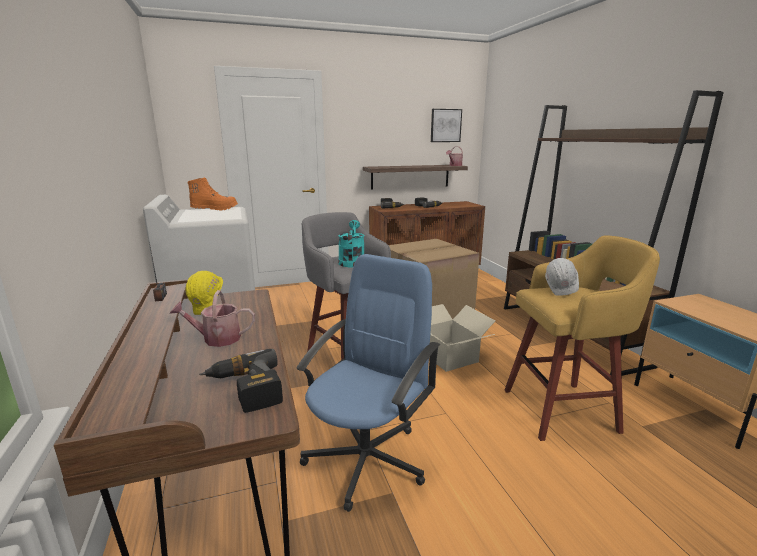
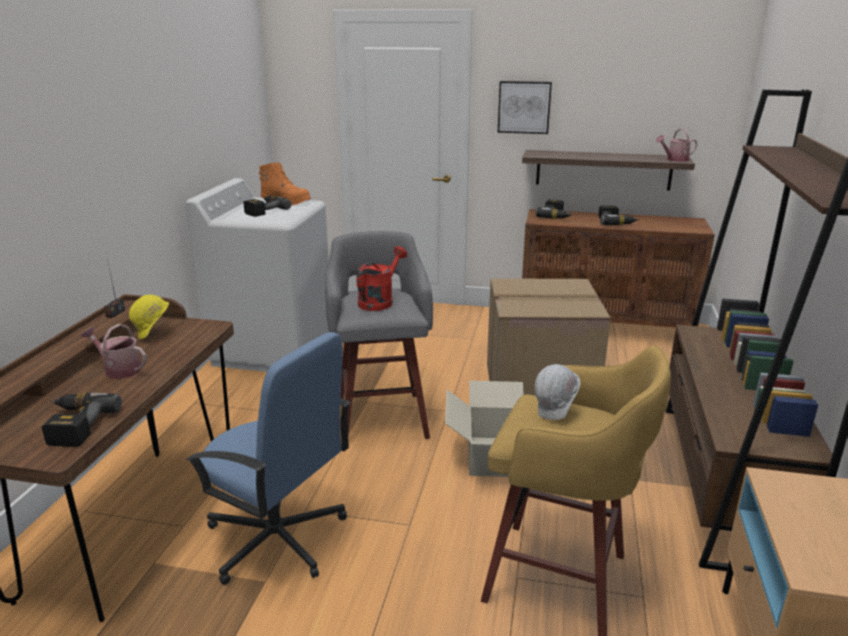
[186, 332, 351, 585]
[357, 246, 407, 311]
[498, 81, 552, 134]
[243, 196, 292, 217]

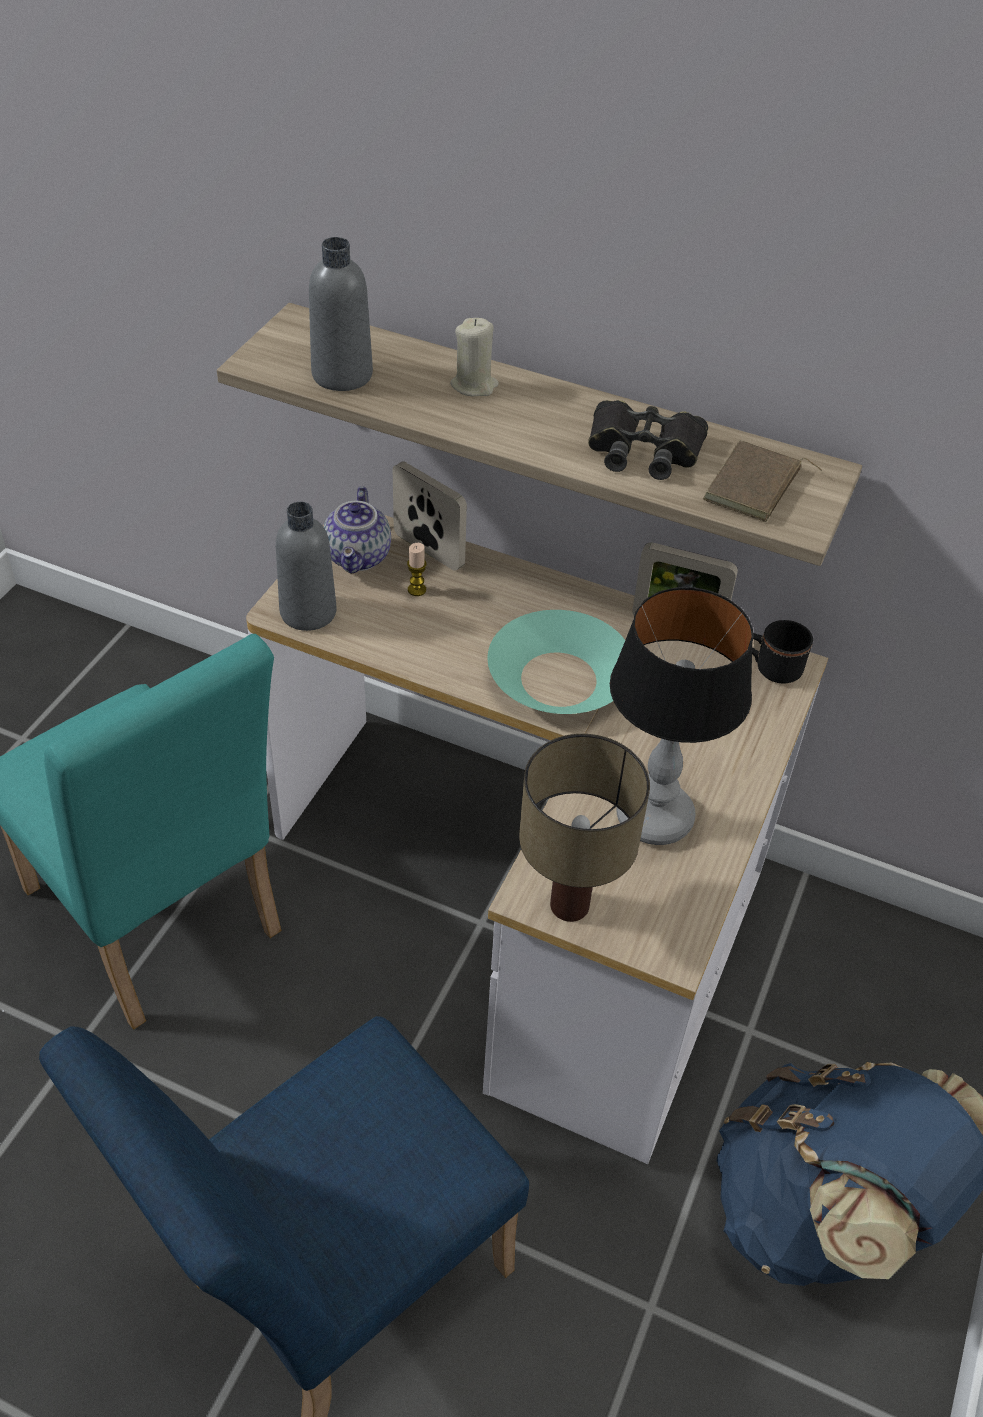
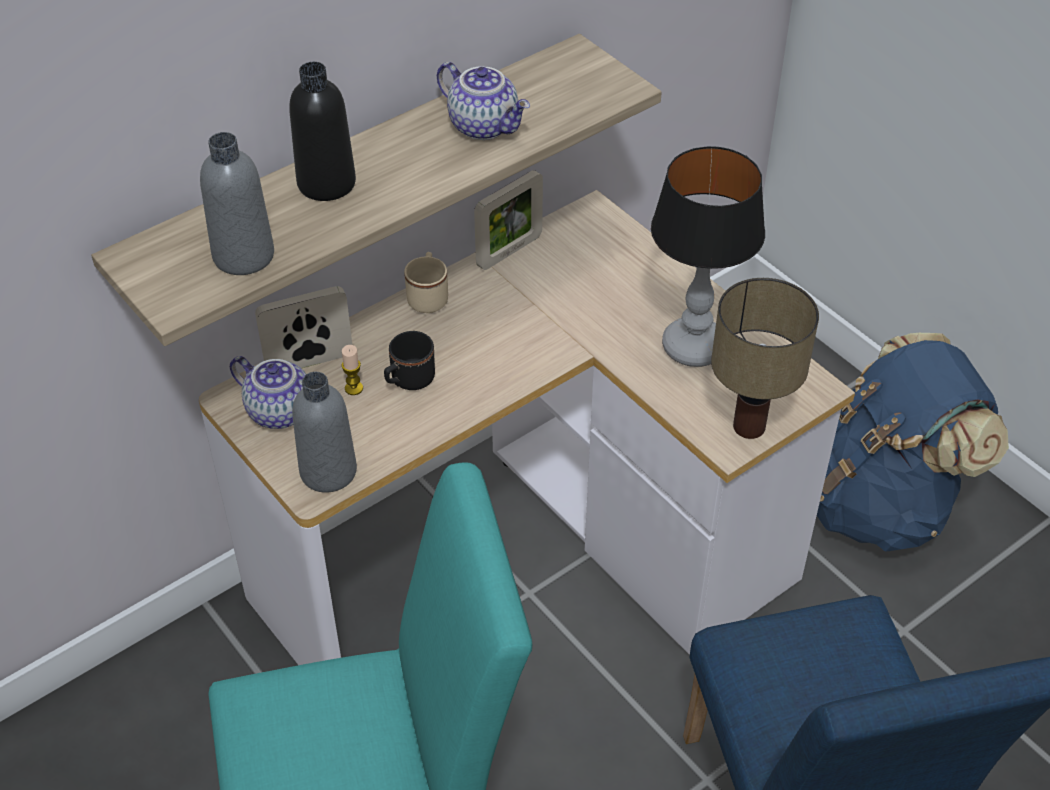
[289, 62, 356, 201]
[488, 610, 625, 714] (first image)
[437, 62, 530, 140]
[703, 440, 822, 522] (first image)
[384, 331, 435, 390]
[404, 252, 448, 313]

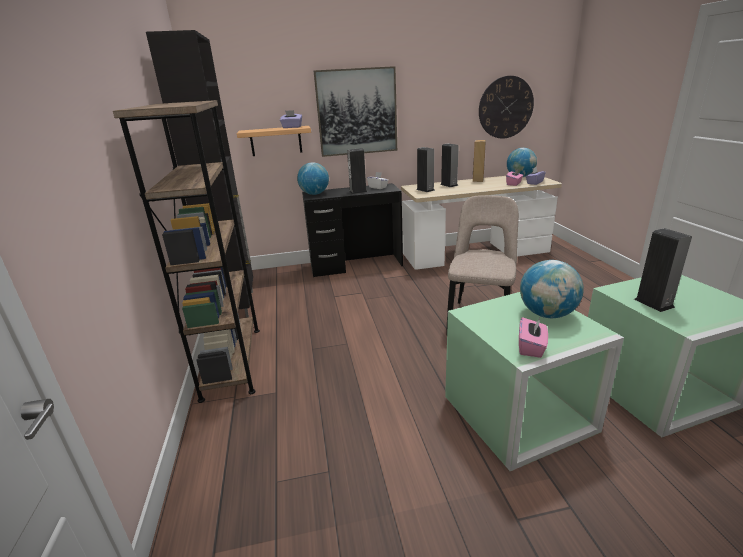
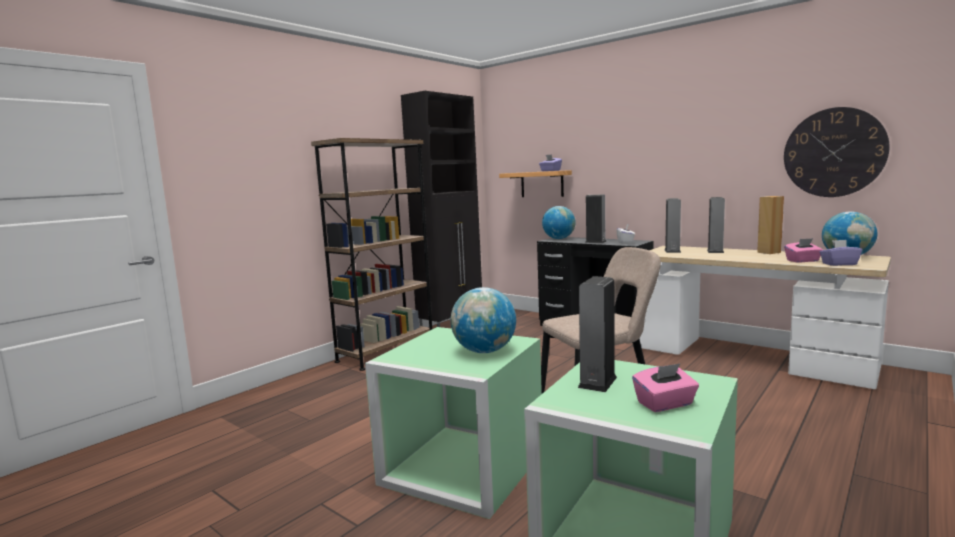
[314, 66, 397, 157] (first image)
[632, 364, 699, 412]

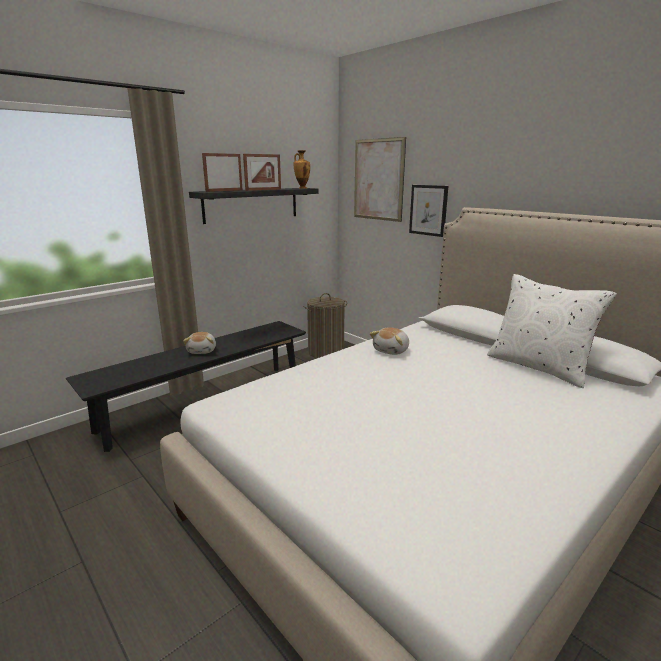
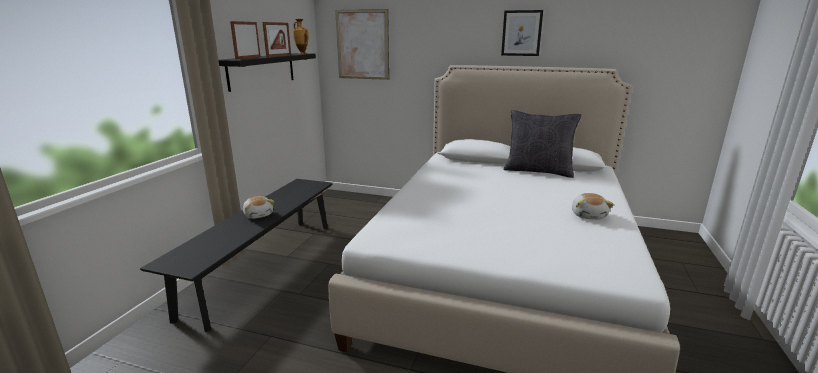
[304, 293, 347, 358] (first image)
[572, 193, 614, 219]
[501, 10, 543, 56]
[504, 110, 581, 178]

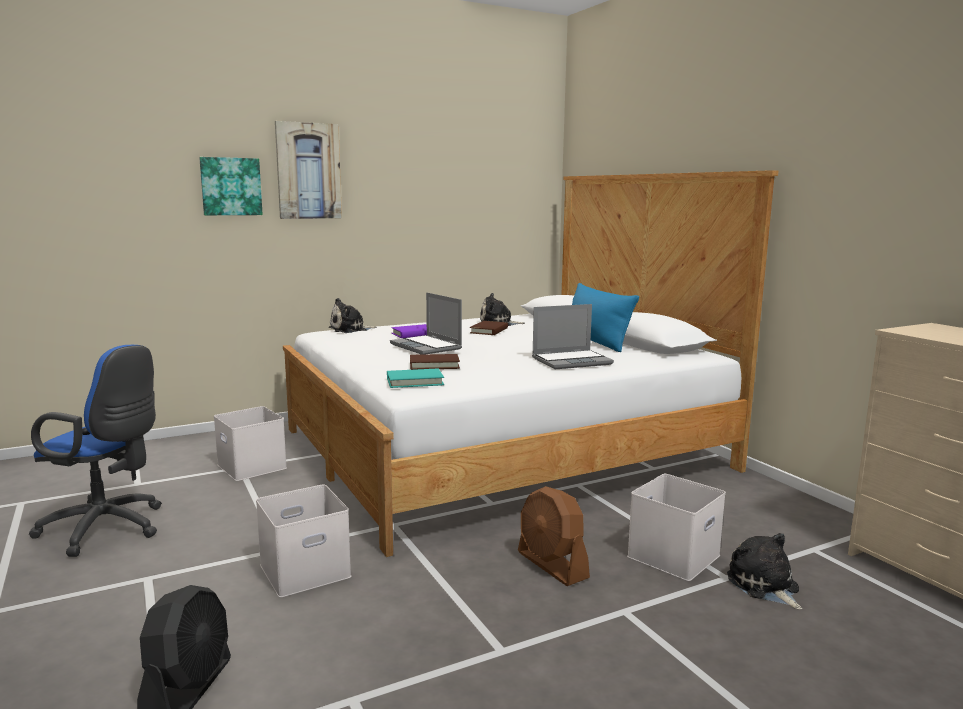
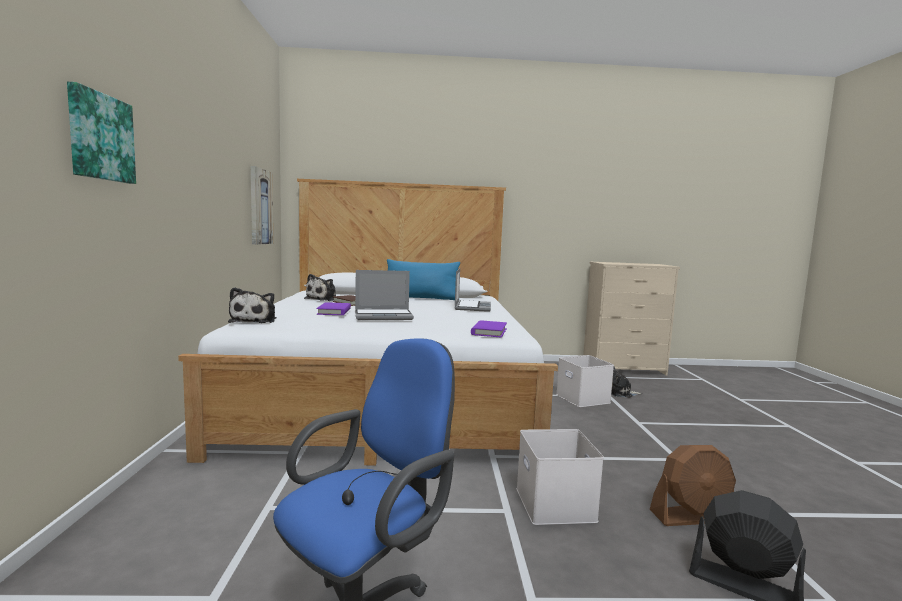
[214, 406, 287, 481] (first image)
[251, 166, 273, 245]
[471, 320, 507, 338]
[410, 354, 460, 370] (first image)
[650, 445, 736, 526]

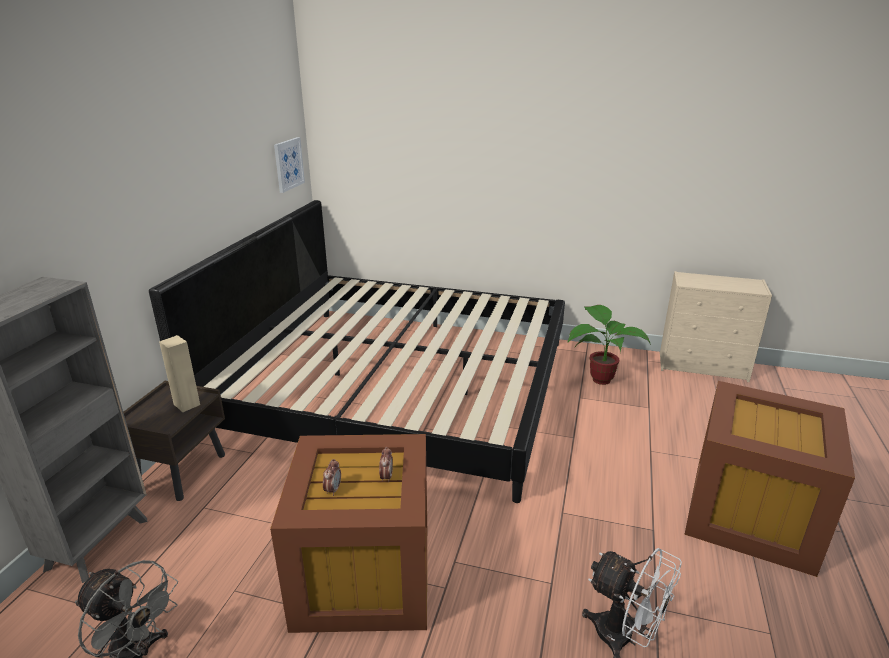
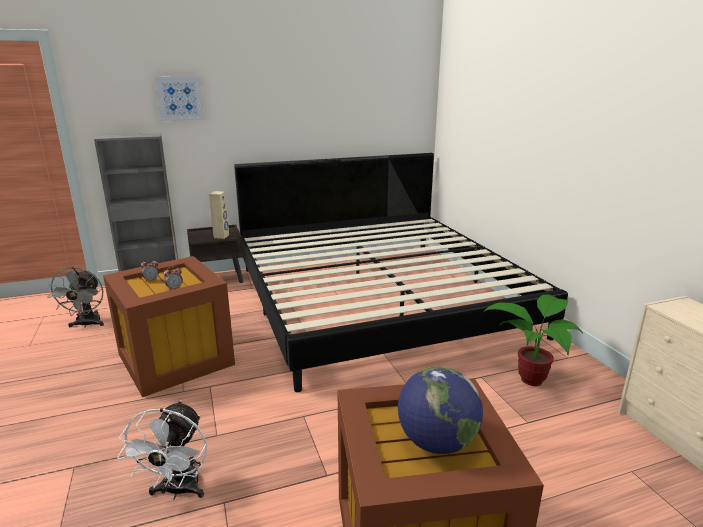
[155, 76, 204, 121]
[398, 366, 483, 454]

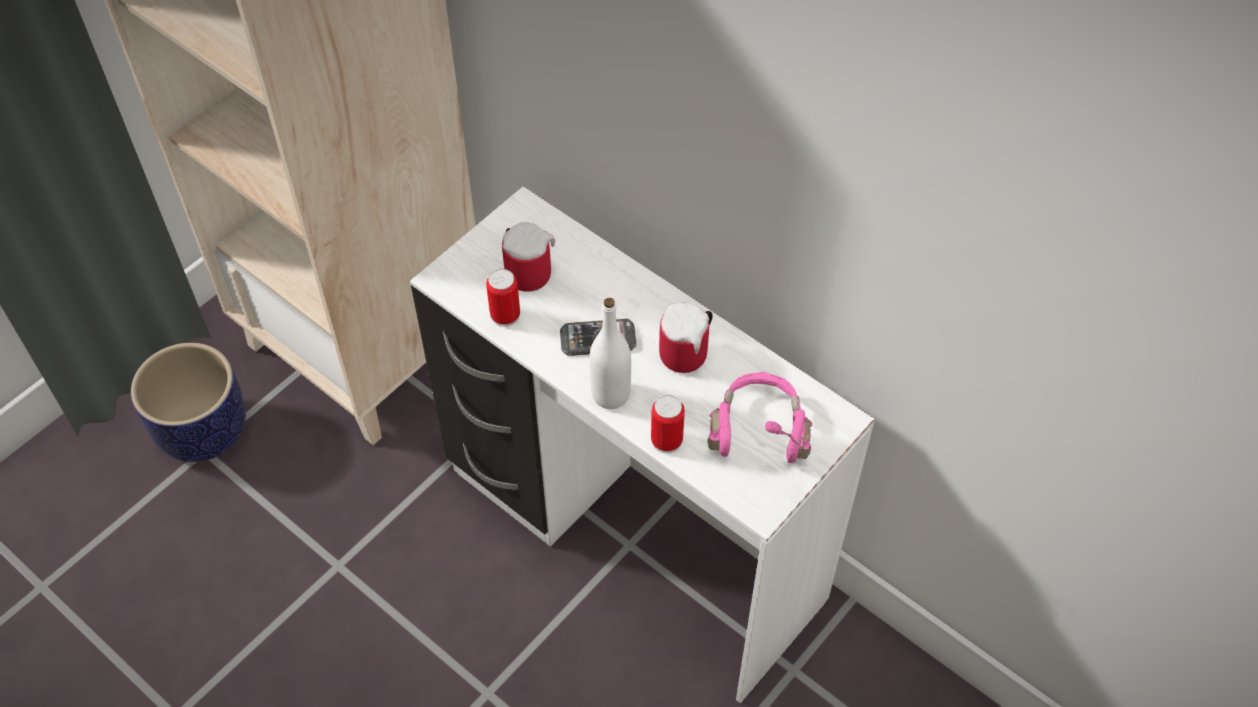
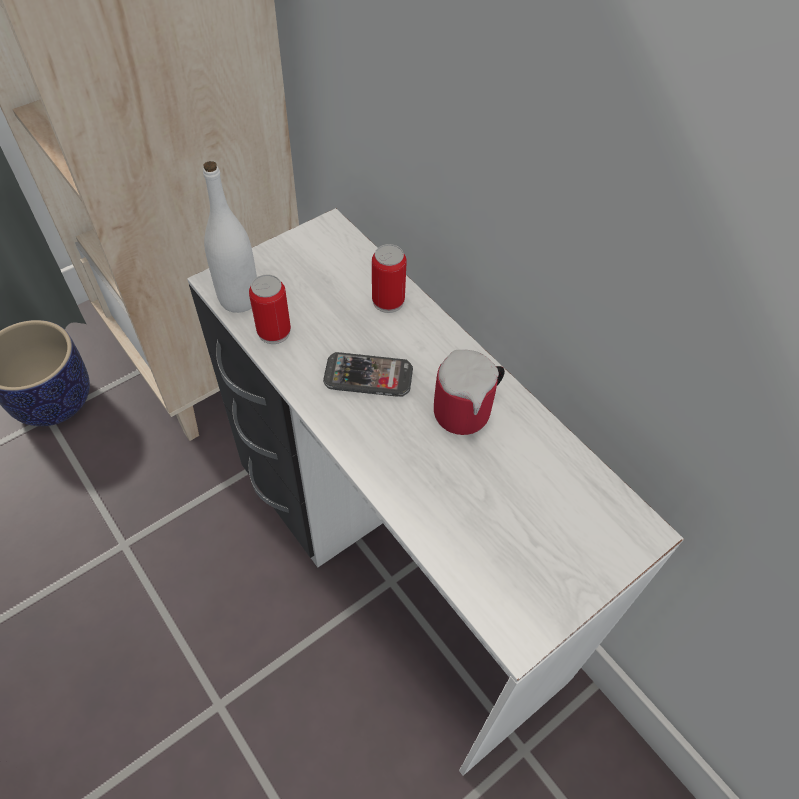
[502, 222, 555, 292] (first image)
[203, 161, 257, 313]
[372, 244, 407, 313]
[708, 372, 813, 463] (first image)

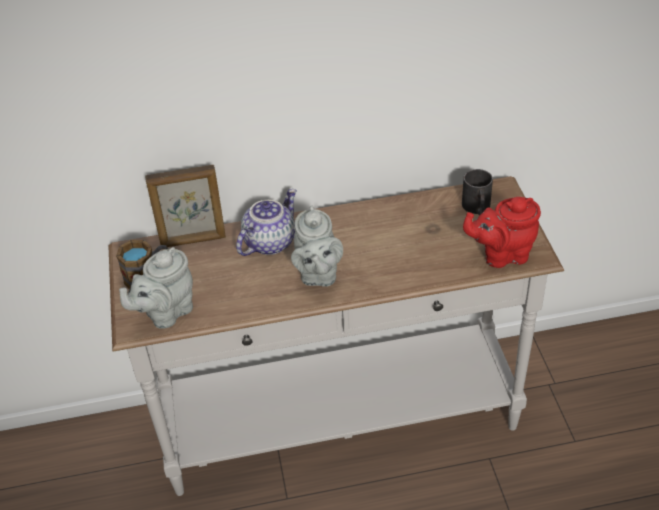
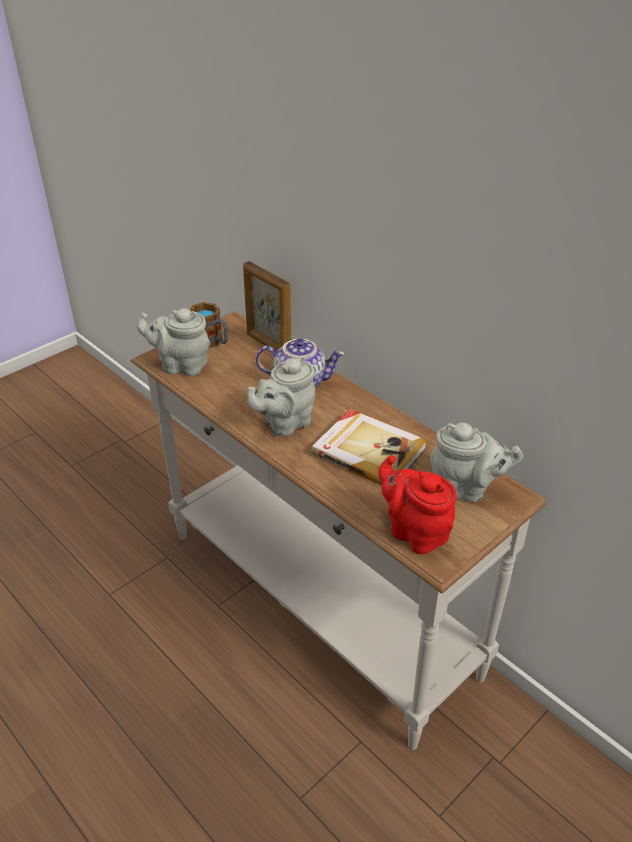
[430, 423, 523, 502]
[311, 409, 427, 485]

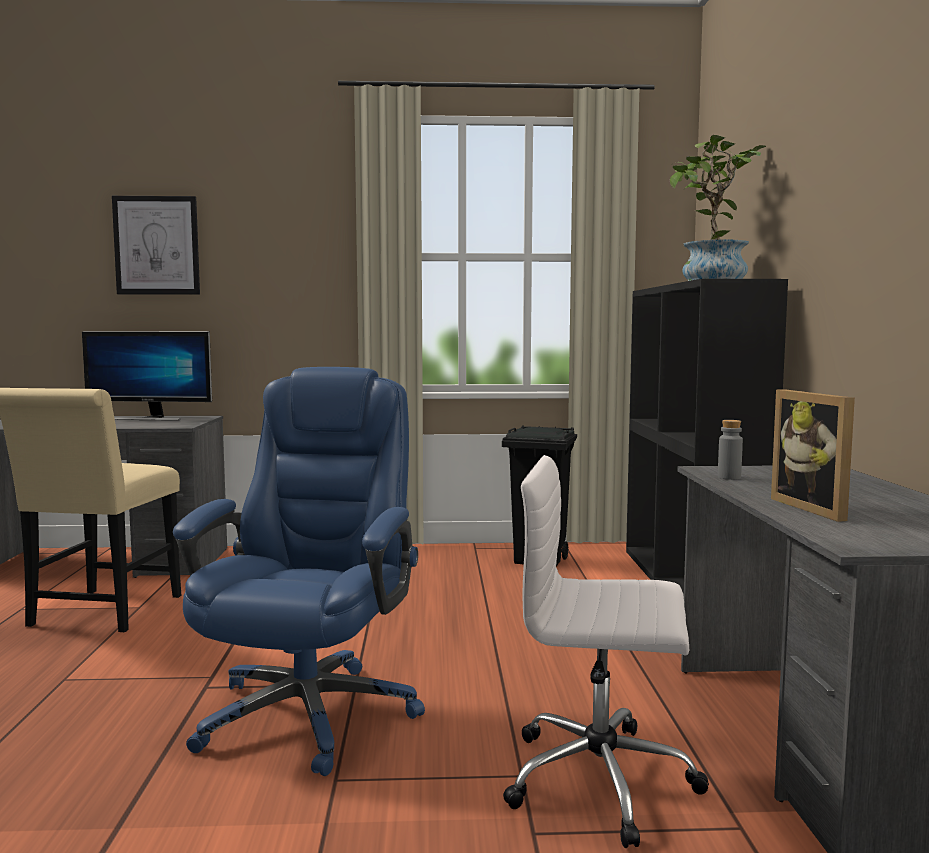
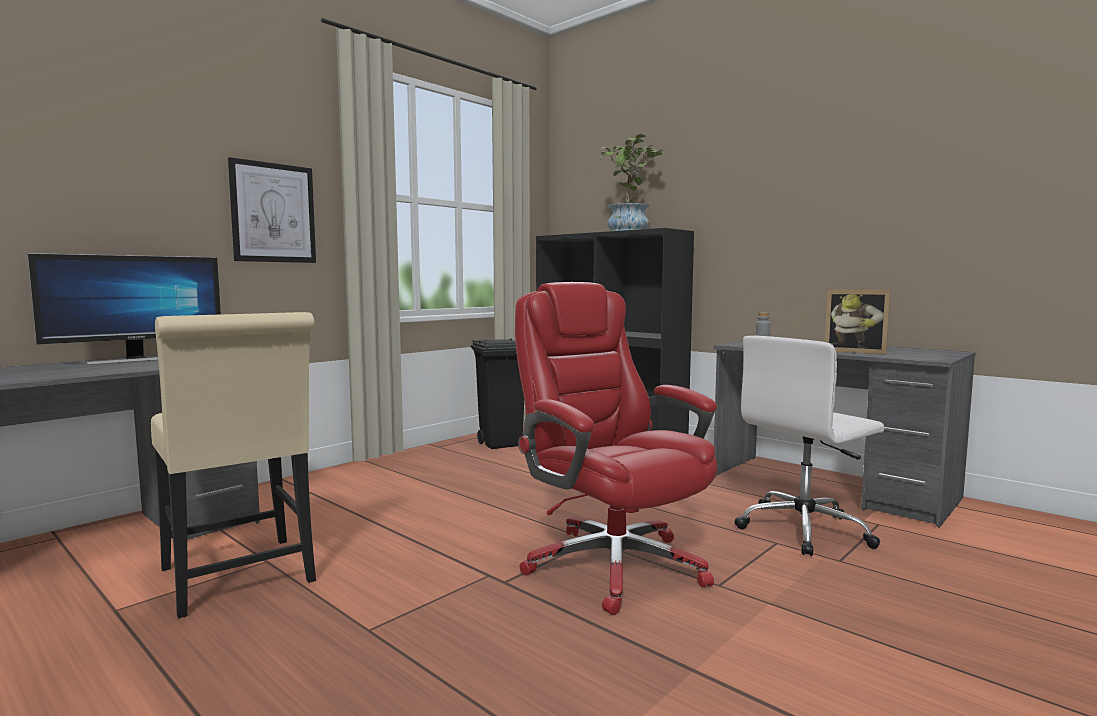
[228, 157, 316, 263]
[515, 282, 717, 615]

